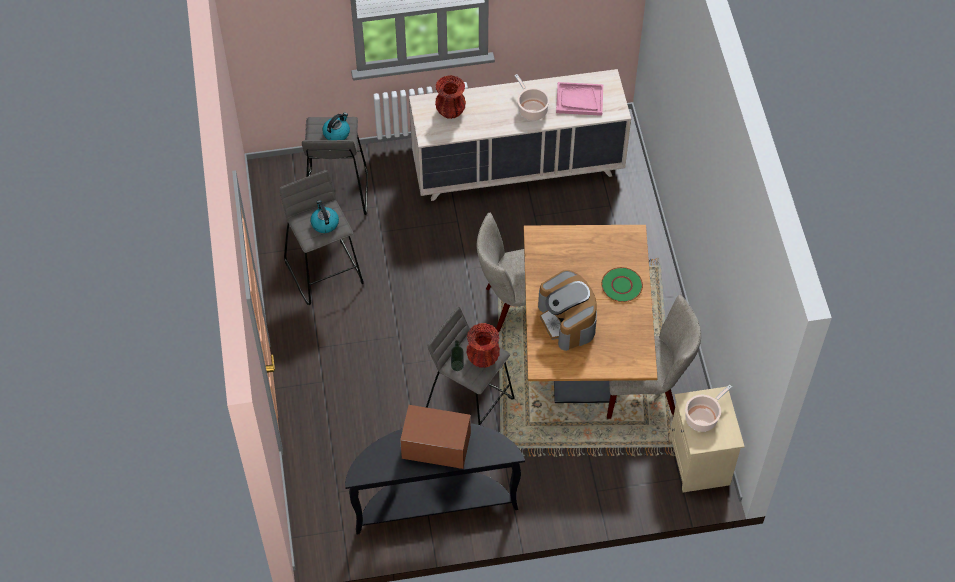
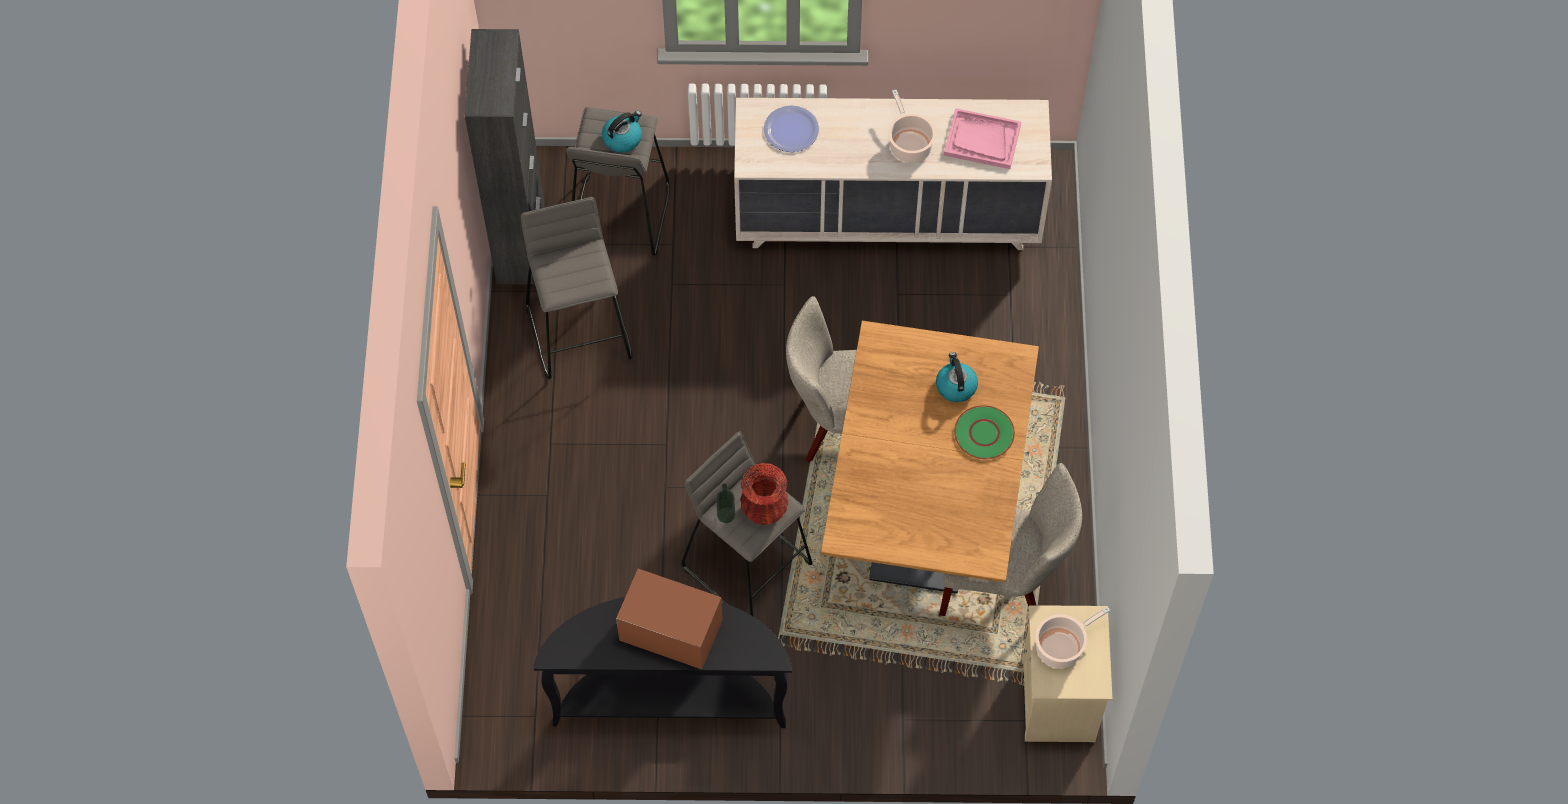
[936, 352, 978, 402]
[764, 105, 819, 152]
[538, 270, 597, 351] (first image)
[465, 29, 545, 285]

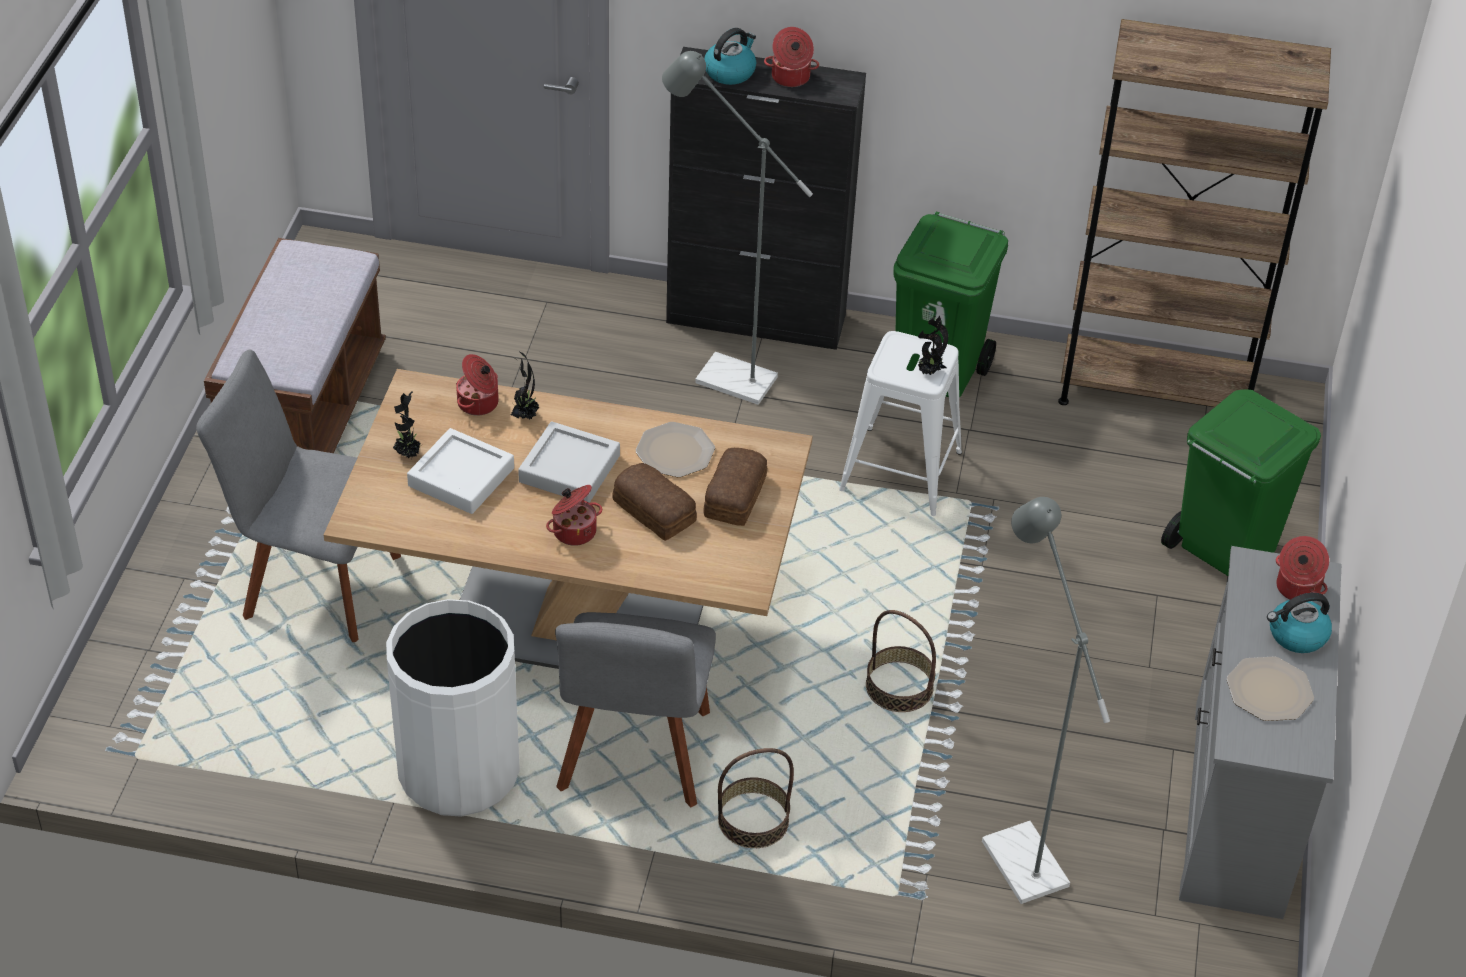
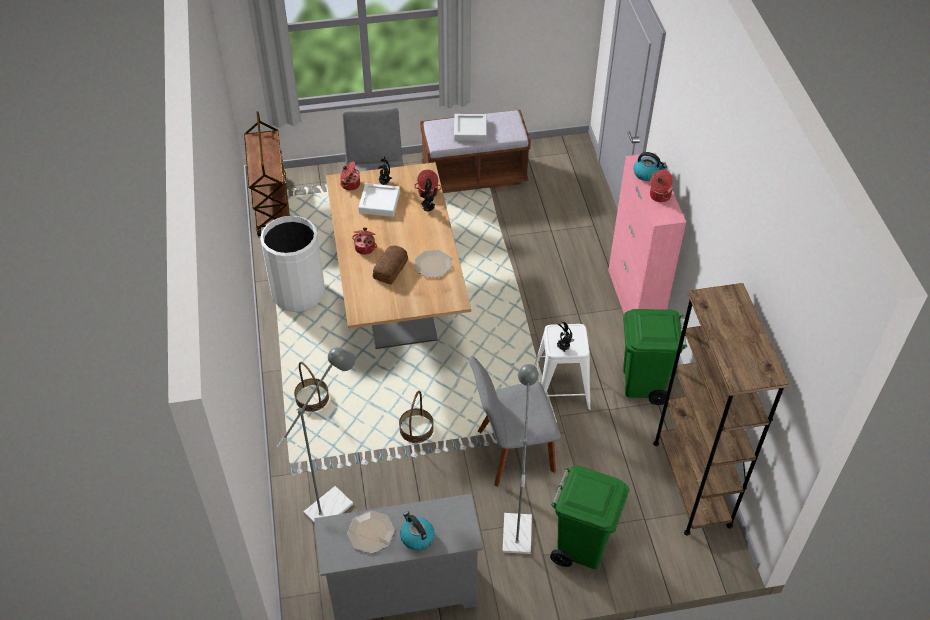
[454, 114, 487, 141]
[469, 356, 561, 487]
[502, 364, 539, 554]
[608, 153, 686, 313]
[703, 448, 767, 526] (first image)
[340, 162, 360, 190]
[244, 111, 290, 236]

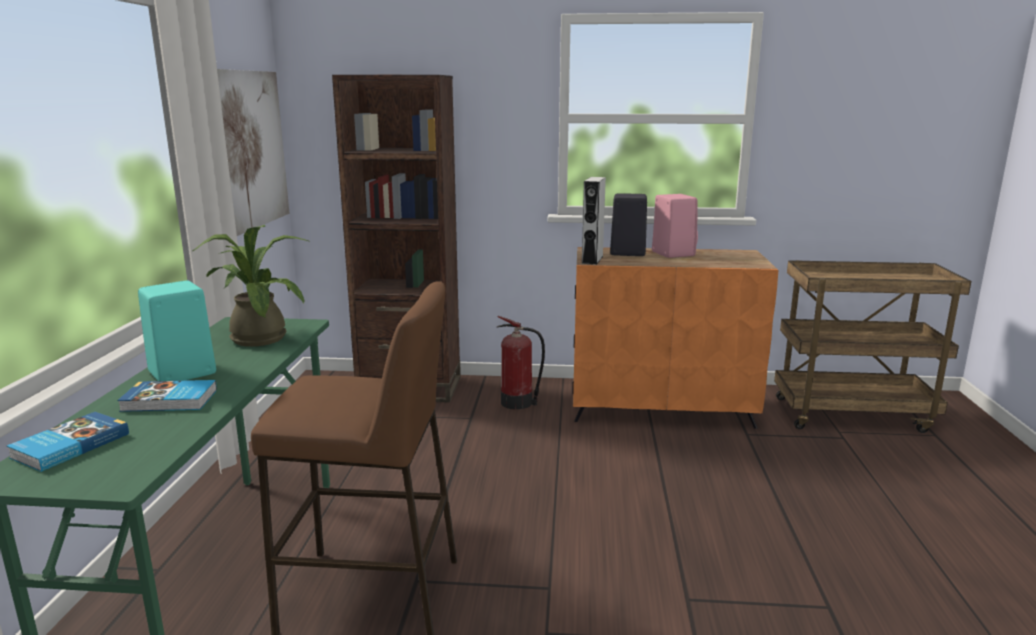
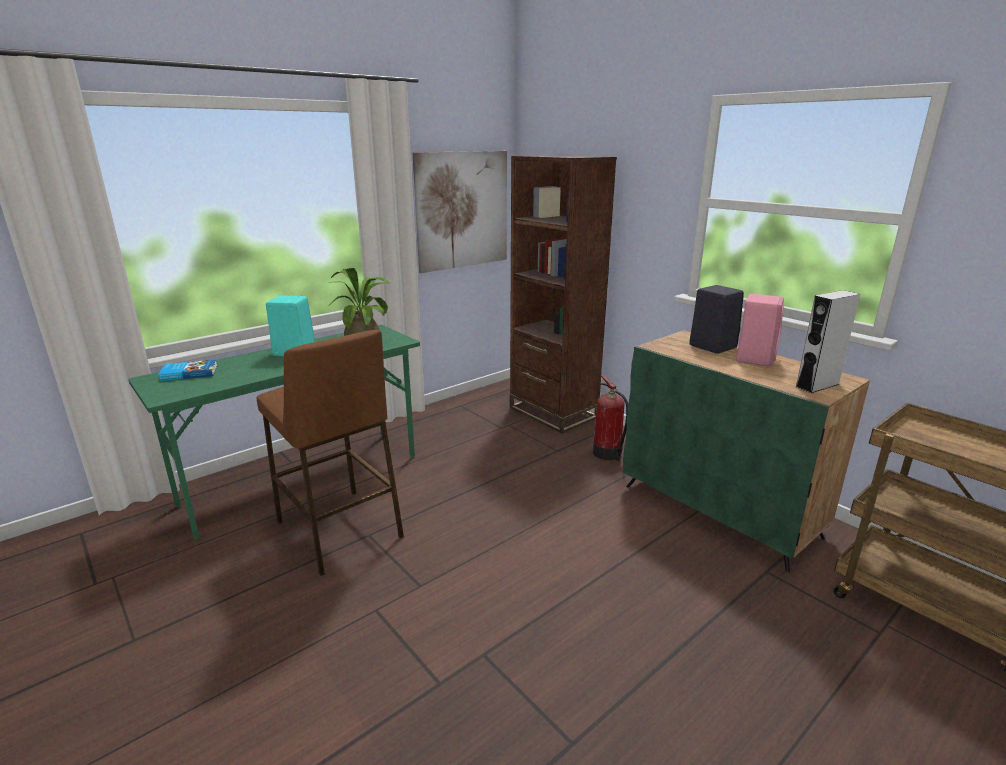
[117, 380, 217, 412] (first image)
[623, 330, 870, 573]
[796, 290, 860, 393]

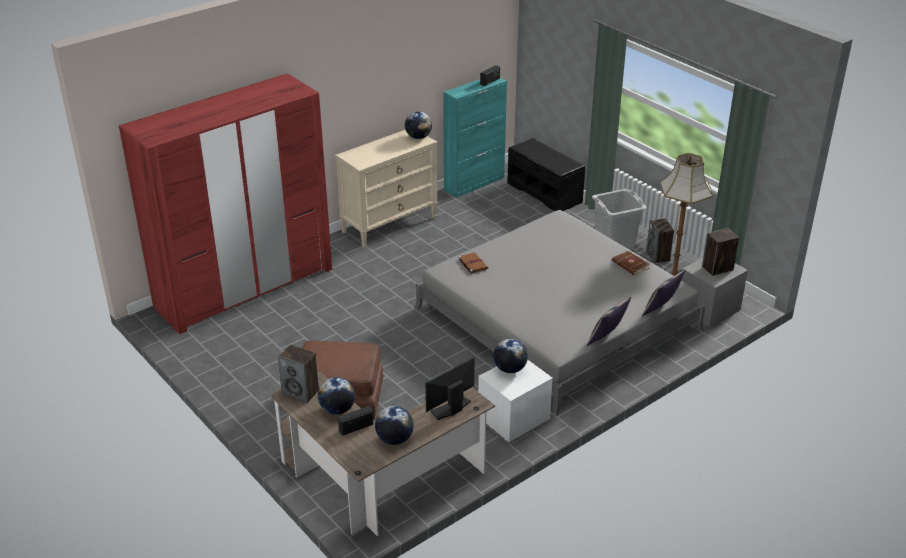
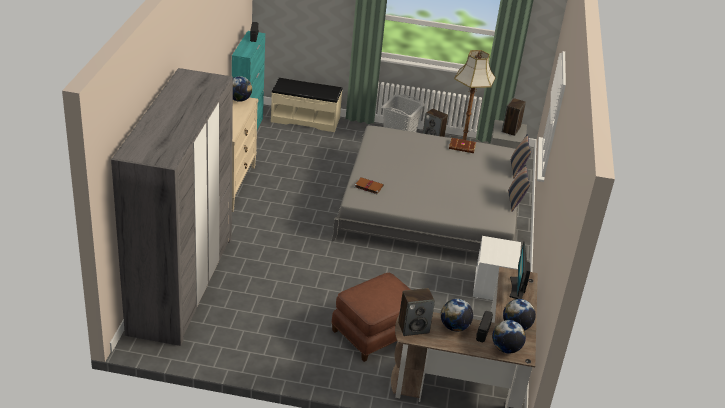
[111, 68, 233, 346]
[492, 320, 526, 353]
[271, 78, 342, 132]

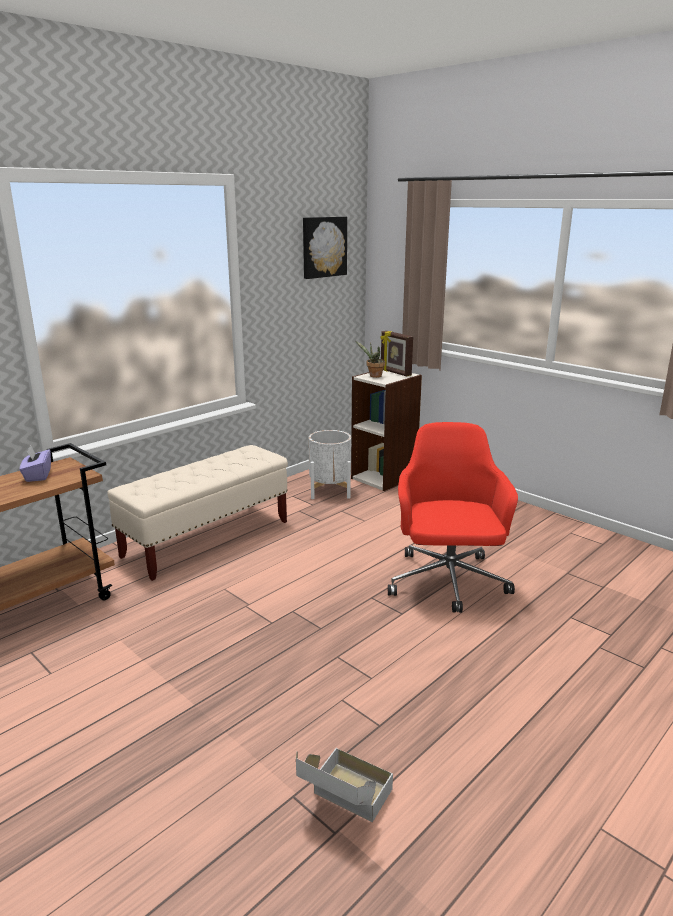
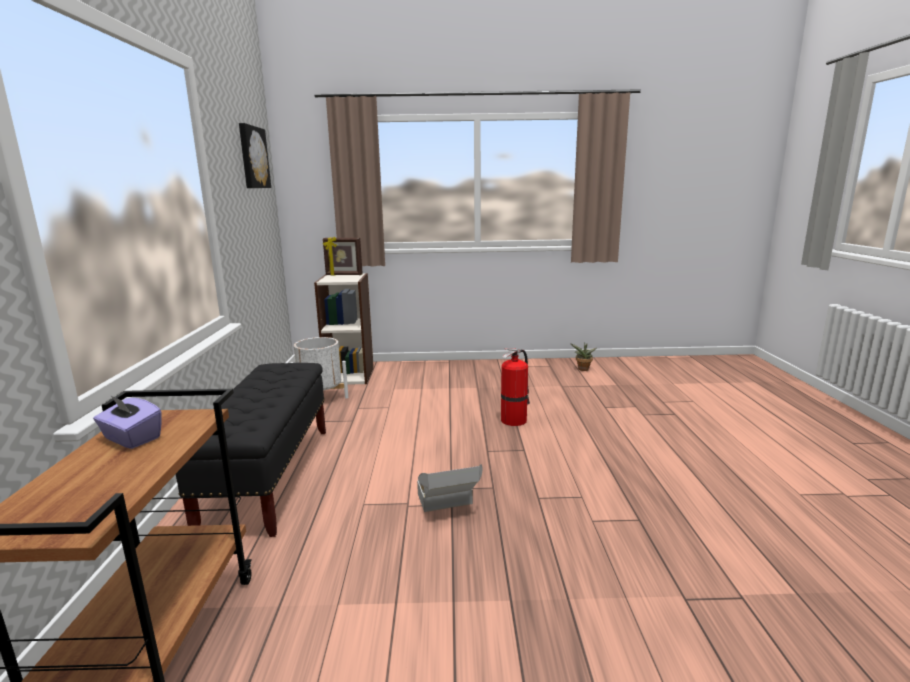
[176, 363, 326, 537]
[417, 464, 482, 512]
[570, 342, 597, 371]
[501, 348, 530, 426]

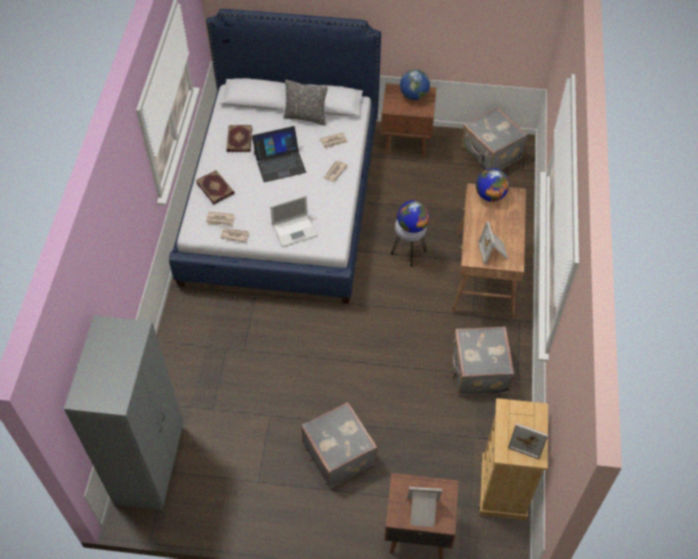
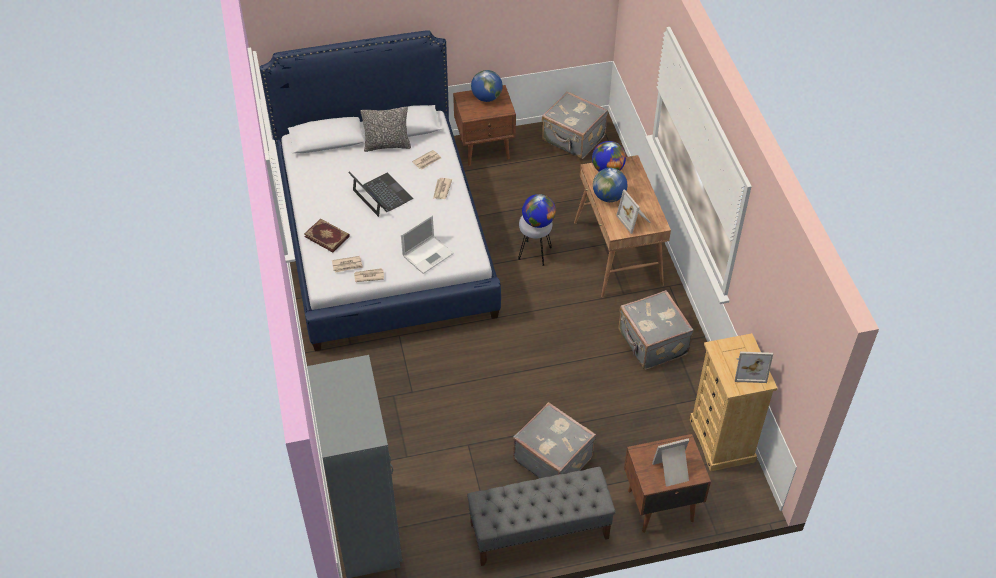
[226, 125, 252, 152] (first image)
[348, 171, 413, 217]
[467, 467, 616, 566]
[593, 168, 627, 202]

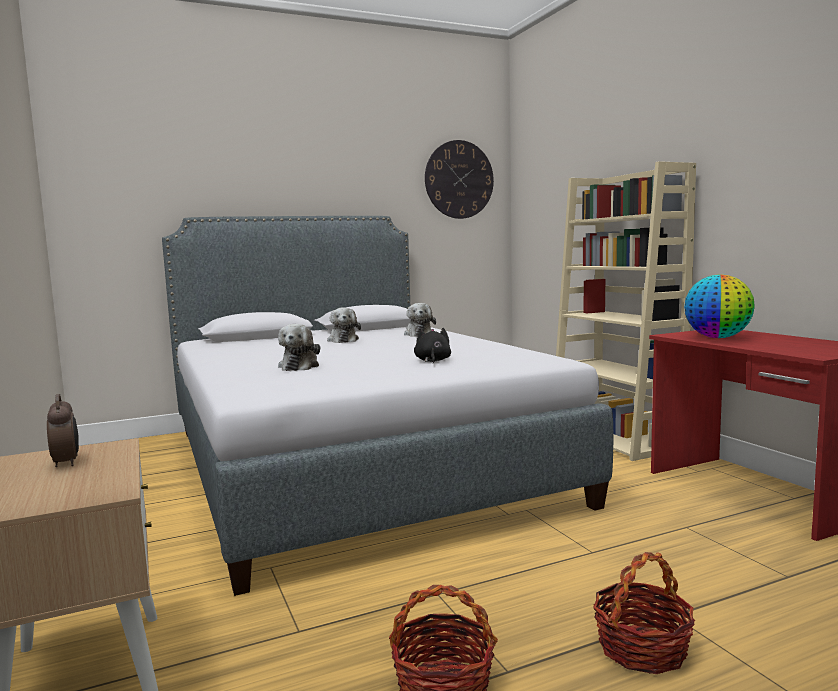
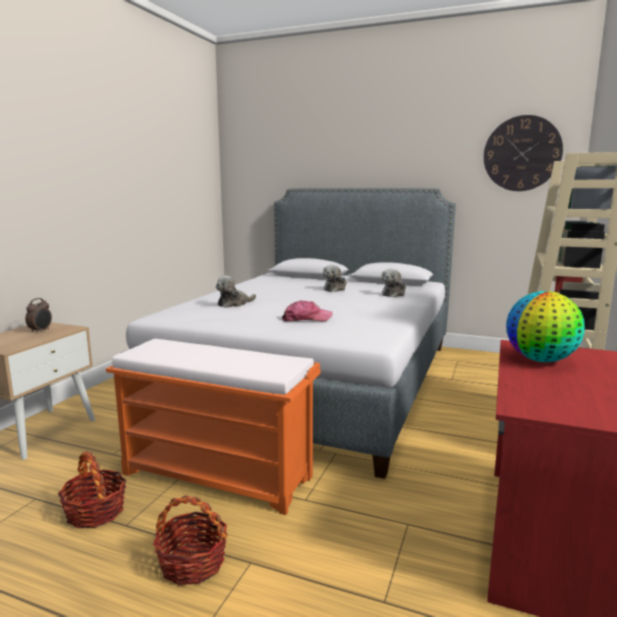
[282, 300, 333, 322]
[106, 339, 321, 515]

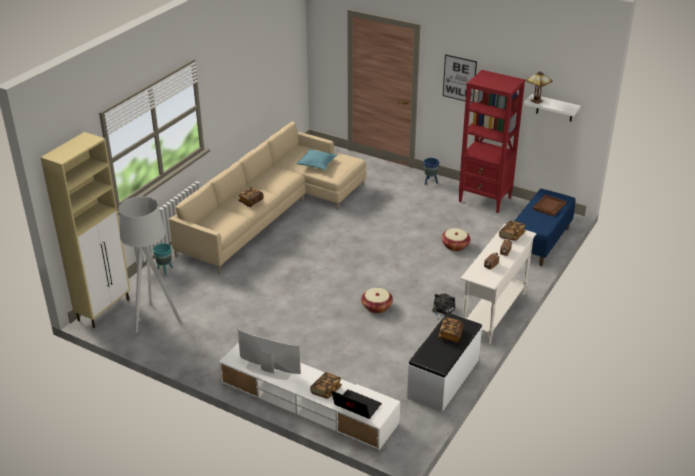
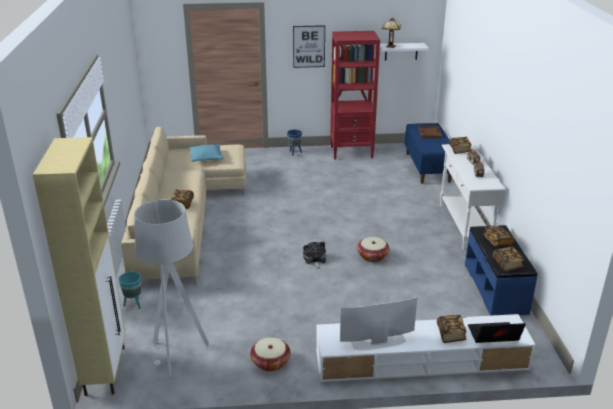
[465, 225, 538, 316]
[303, 242, 326, 269]
[250, 338, 290, 372]
[493, 247, 524, 272]

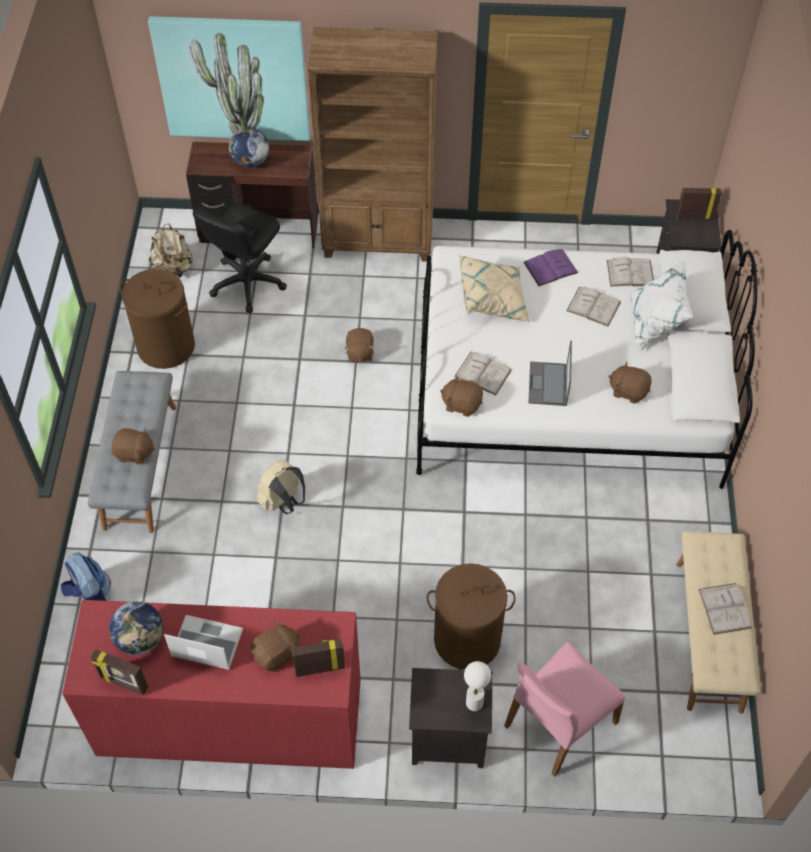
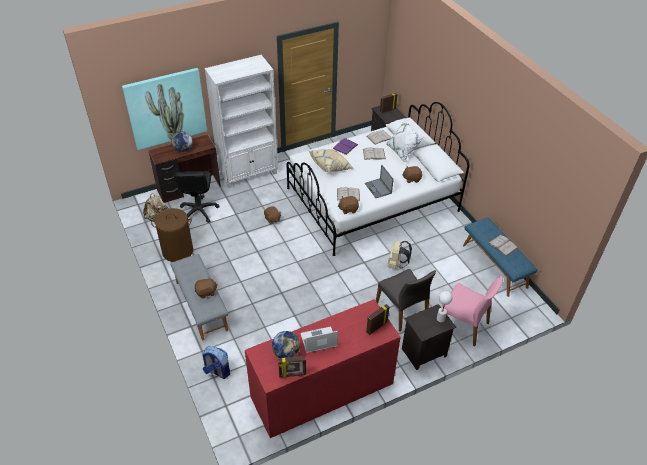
[251, 620, 299, 672] (first image)
[387, 241, 412, 269]
[205, 55, 278, 188]
[376, 269, 436, 331]
[441, 276, 503, 346]
[463, 217, 538, 297]

